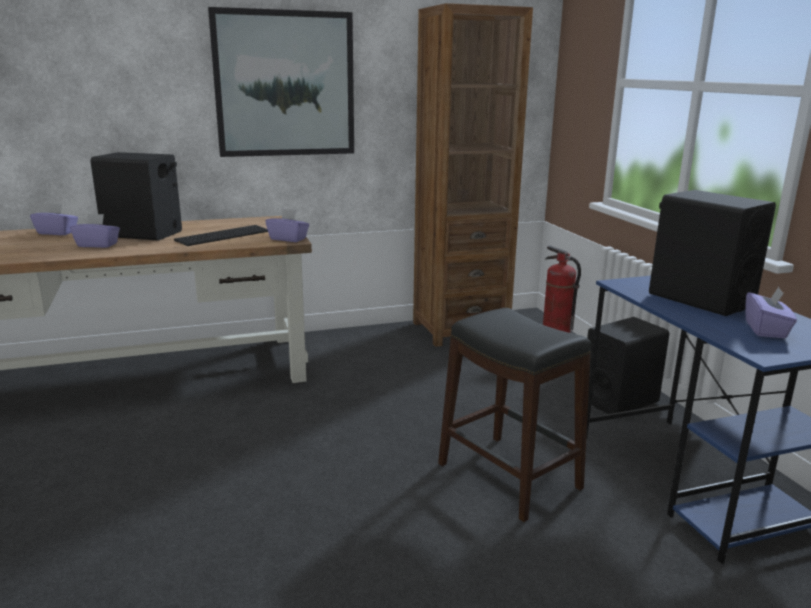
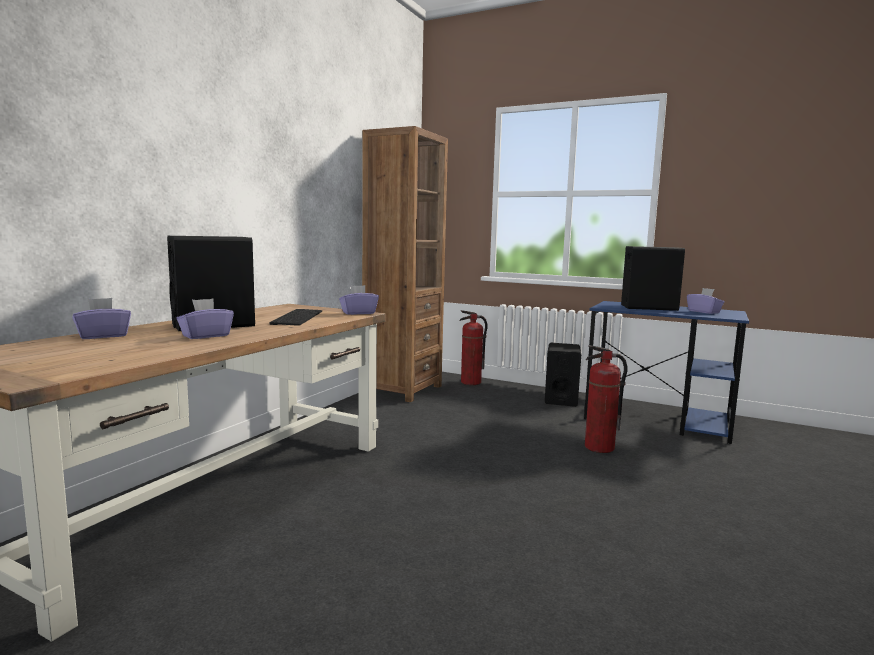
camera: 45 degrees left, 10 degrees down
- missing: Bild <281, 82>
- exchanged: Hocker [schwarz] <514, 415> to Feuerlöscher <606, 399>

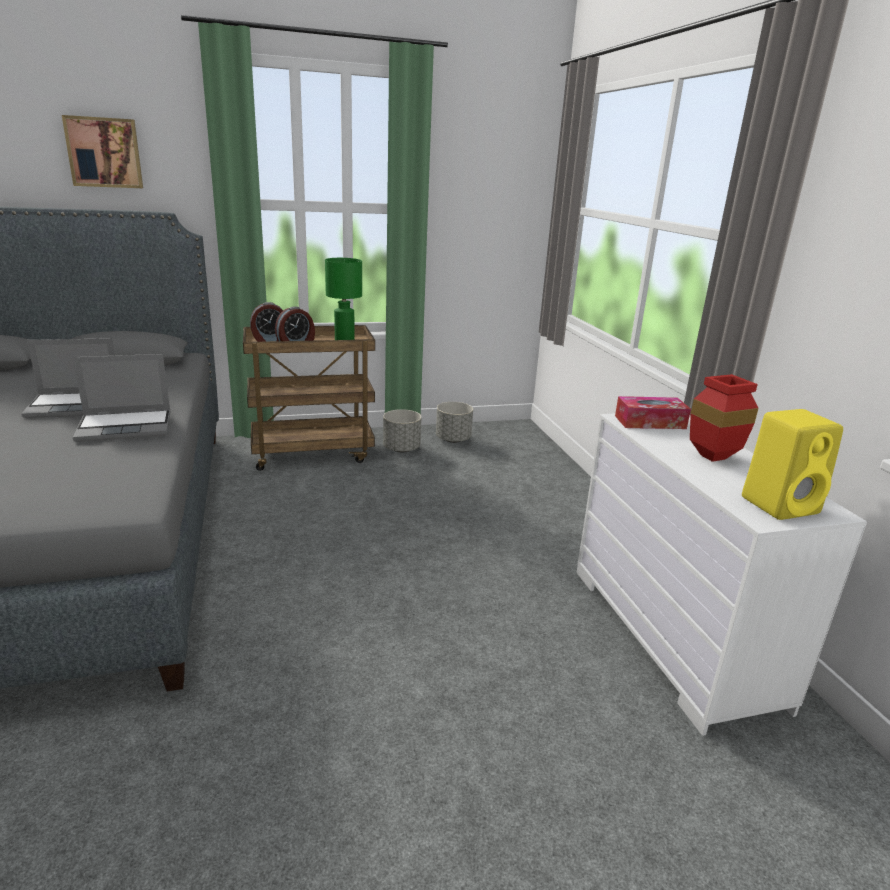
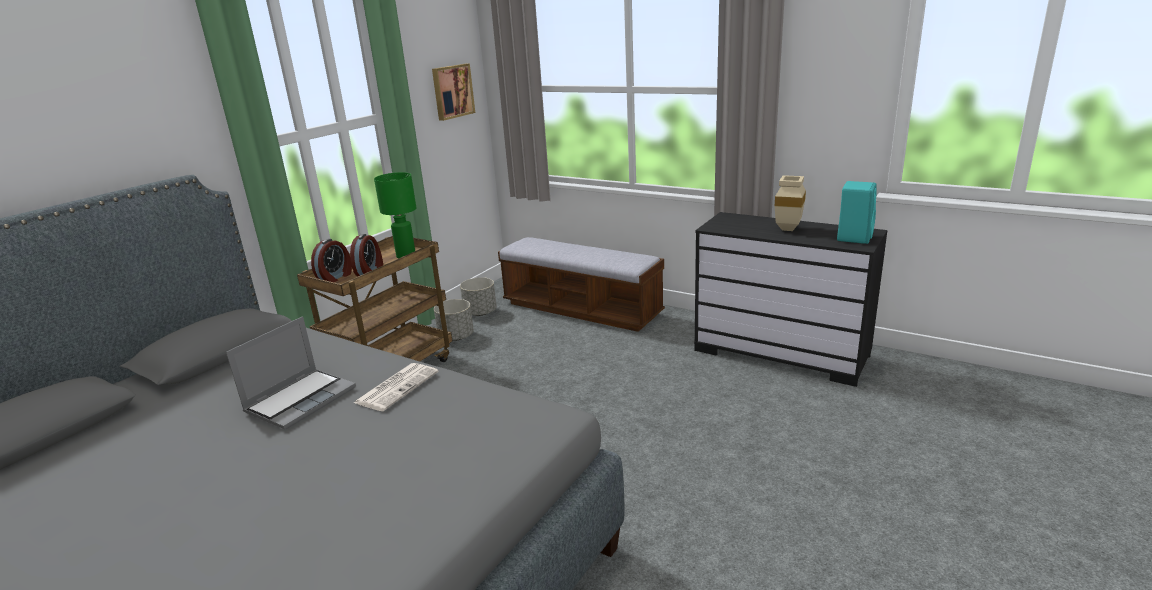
camera: 40 degrees left, 0 degrees up
- relocated: Bild <102, 151> to <453, 92>
- exchanged: Laptop <121, 398> to Zeitung <396, 387>
- colour: Vase [rot] <724, 418> to Vase [beige] <790, 203>
- missing: Taschentuchbox <653, 412>
- colour: Lautsprecher [gelb] <792, 464> to Lautsprecher [türkis] <857, 212>
- colour: Kommode [weiß] <721, 574> to Kommode [schwarz] <791, 299>
- appeared: Bank <581, 284>

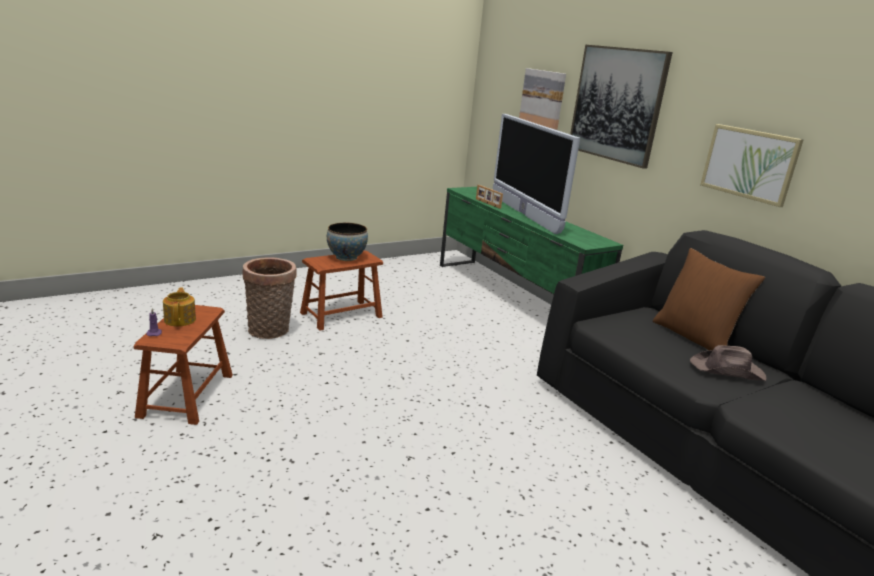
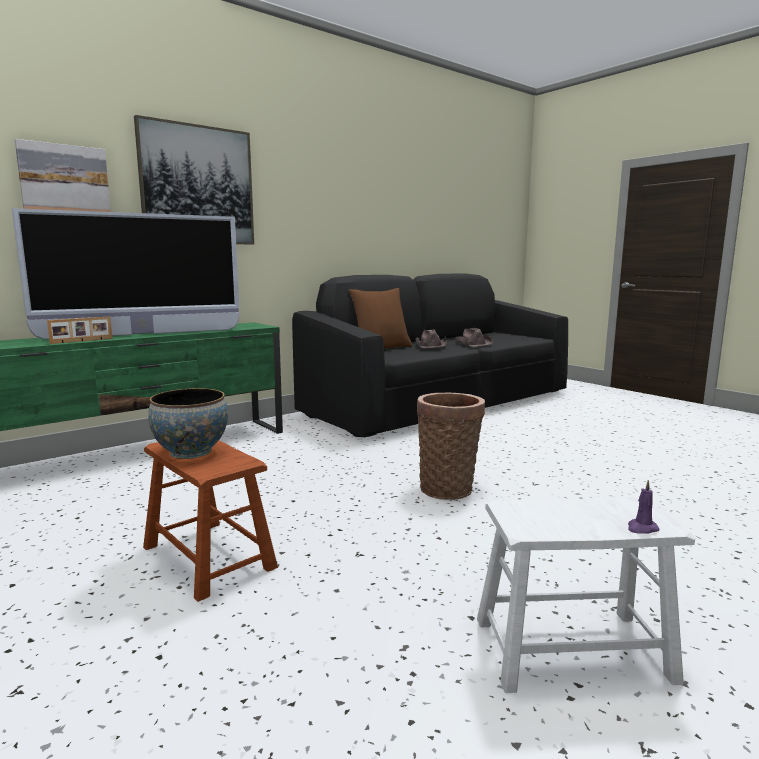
camera: 95 degrees left, 10 degrees down
- missing: Bild <751, 165>
- relocated: Korb <270, 298> to <451, 446>
- missing: Teekanne <179, 307>
- colour: Hocker [braun] <183, 365> to Hocker [weiß] <586, 595>
- appeared: Hut [braun] <474, 337>

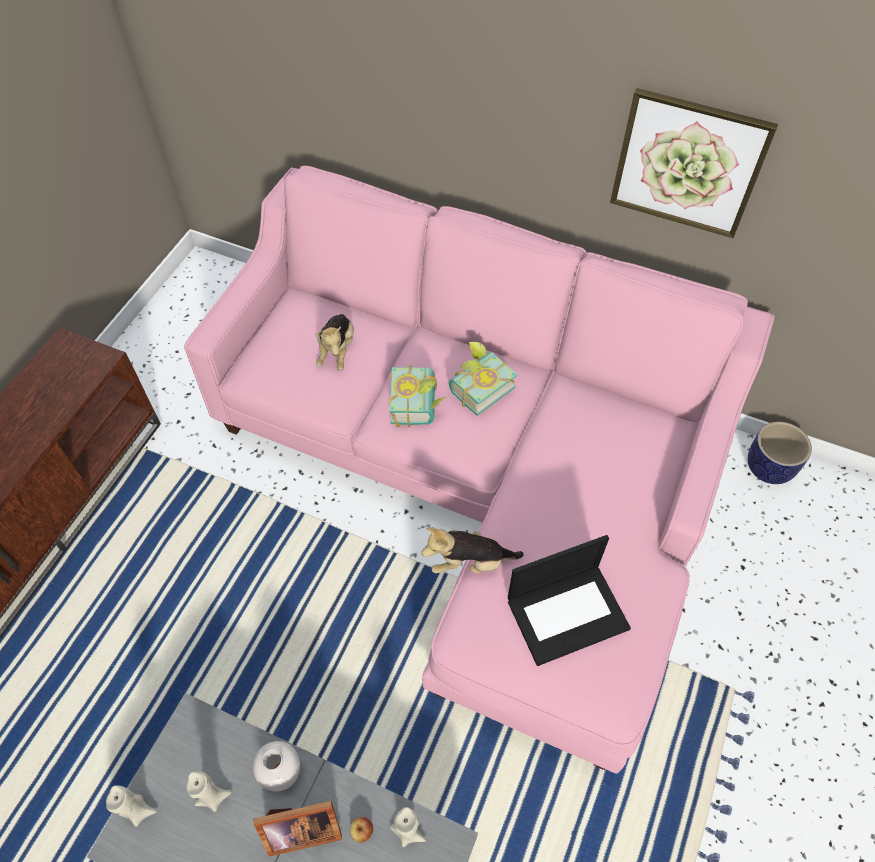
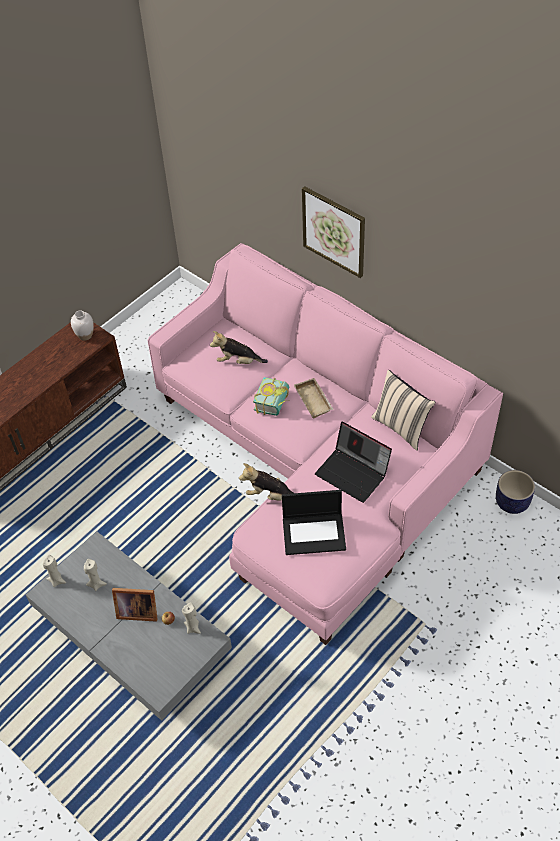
camera: 20 degrees right, 5 degrees down
- relocated: Bild <694, 163> to <333, 232>
- spun: Plüschtier <334, 342> = <239, 347> 75 degrees clockwise
- exchanged: Buch <483, 379> to Tablett [beige] <313, 398>
- relocated: Vase [weiß] <276, 766> to <82, 325>
- appeared: Kissen [beige] <403, 410>
- appeared: Laptop <353, 462>

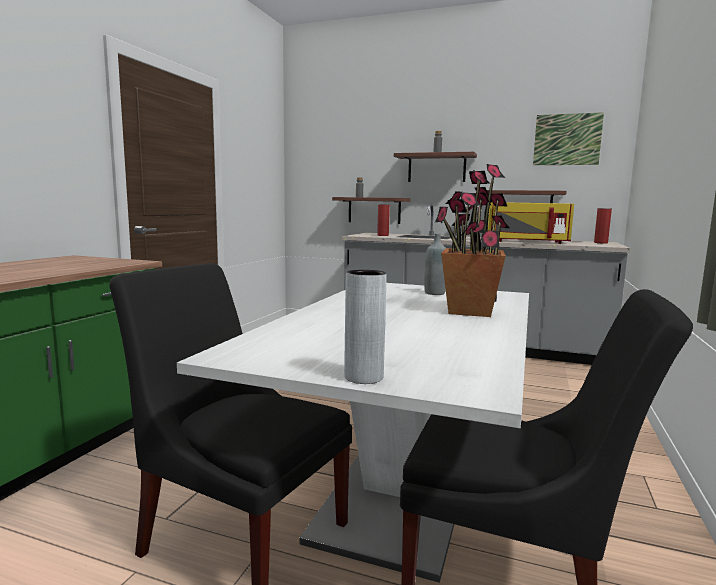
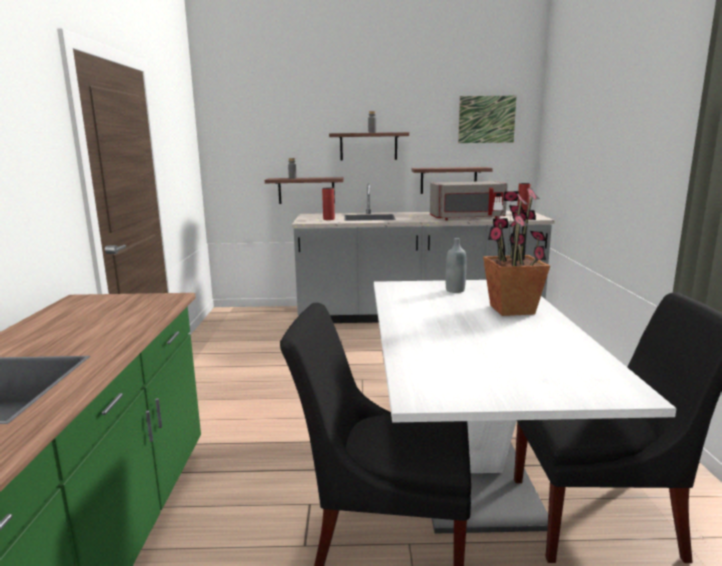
camera: 20 degrees left, 5 degrees up
- colour: Mikrowelle [gelb] <531, 223> to Mikrowelle [grau] <469, 200>
- missing: Vase [grau] <365, 327>

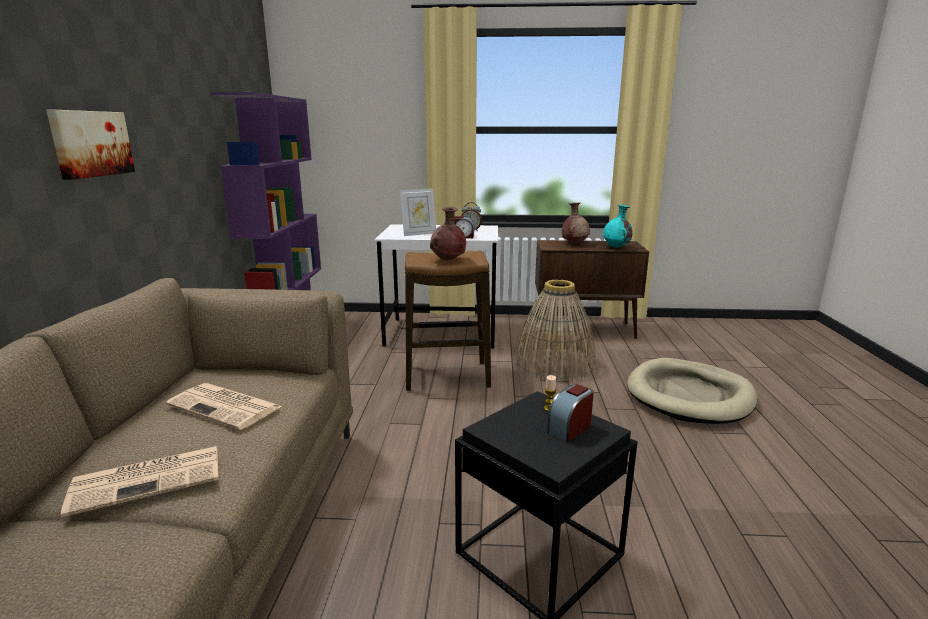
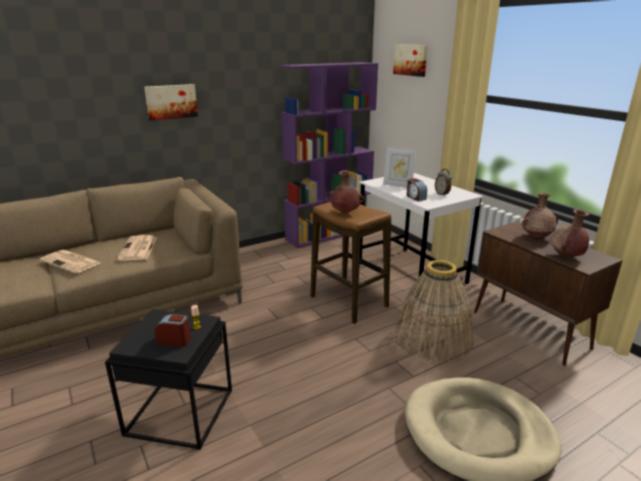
camera: 55 degrees right, 5 degrees up
- colour: Vase [türkis] <617, 226> to Vase [braun] <569, 233>
- appeared: Bild <410, 61>

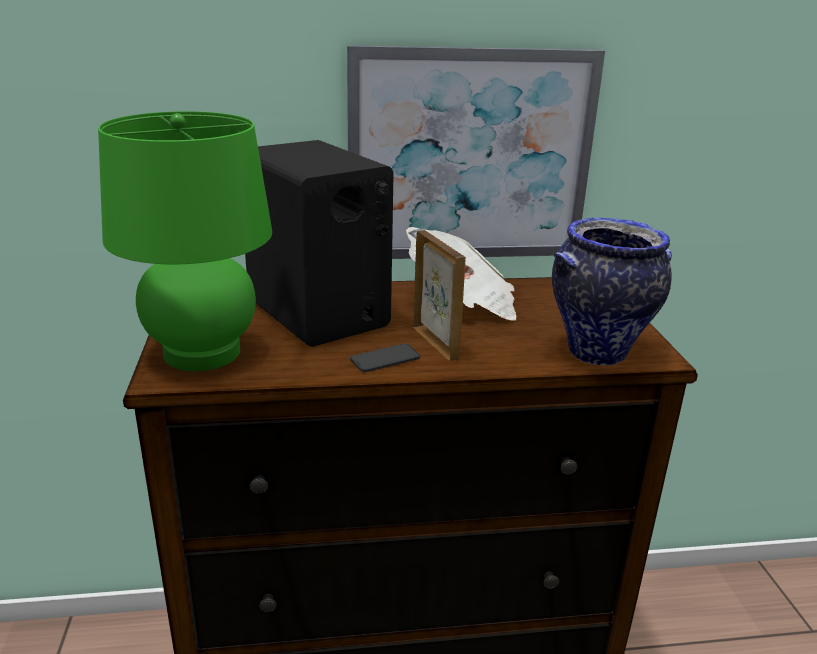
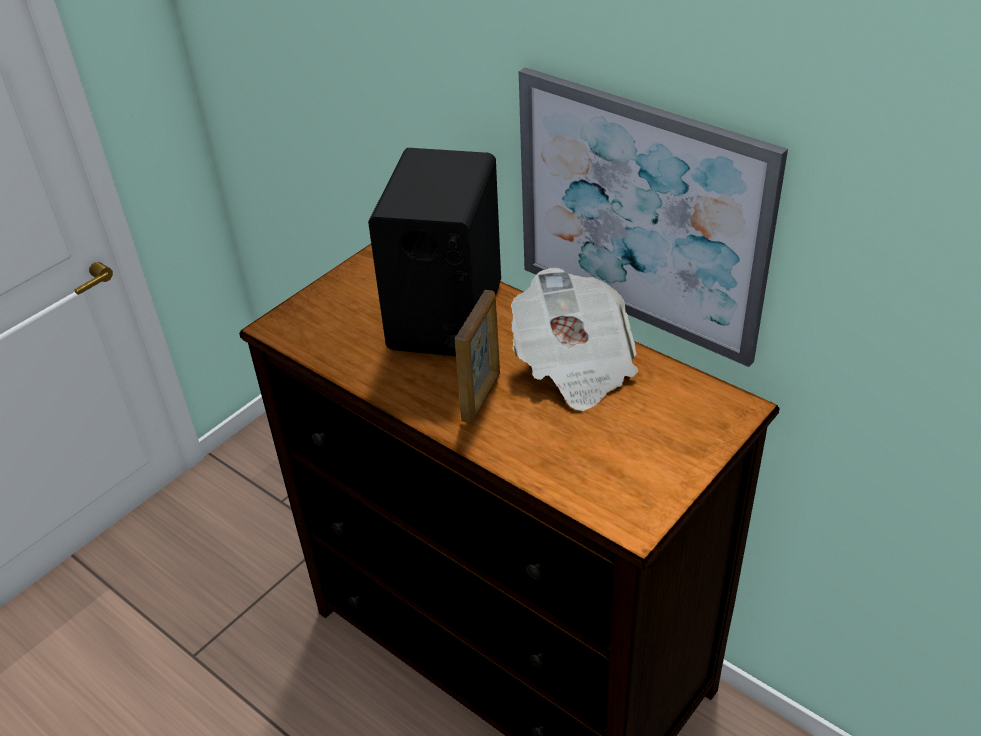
camera: 50 degrees right, 15 degrees up
- missing: Tischlampe [grün] <185, 241>
- missing: Vase <612, 291>
- missing: Handy <385, 358>

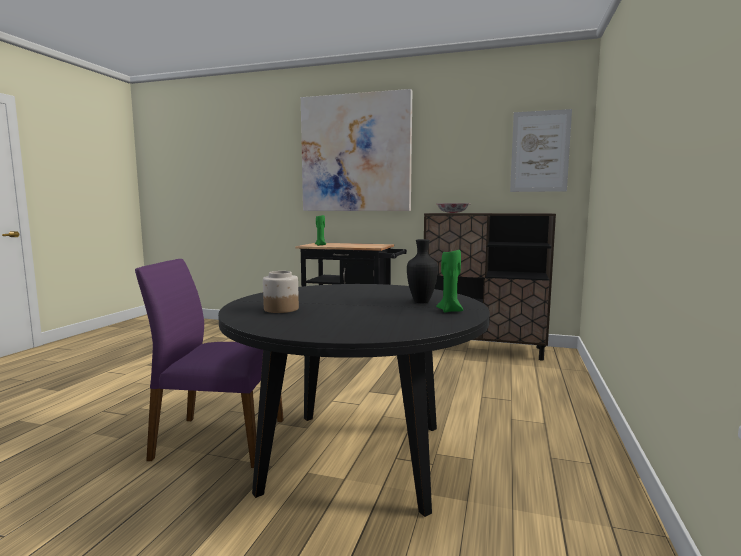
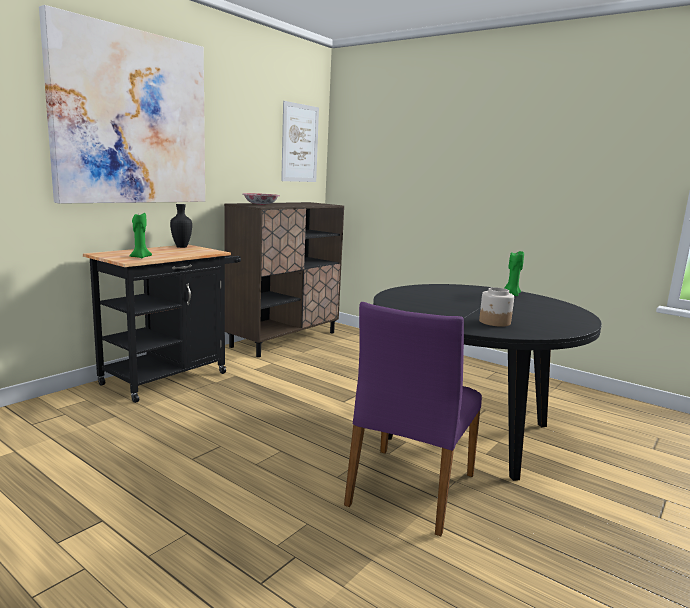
camera: 70 degrees left, 5 degrees up
- relocated: Vase [schwarz] <422, 271> to <181, 226>

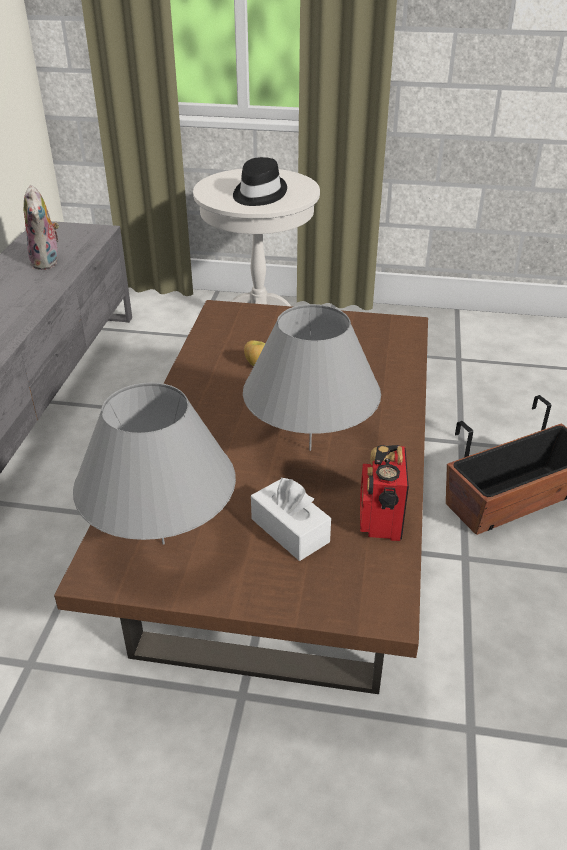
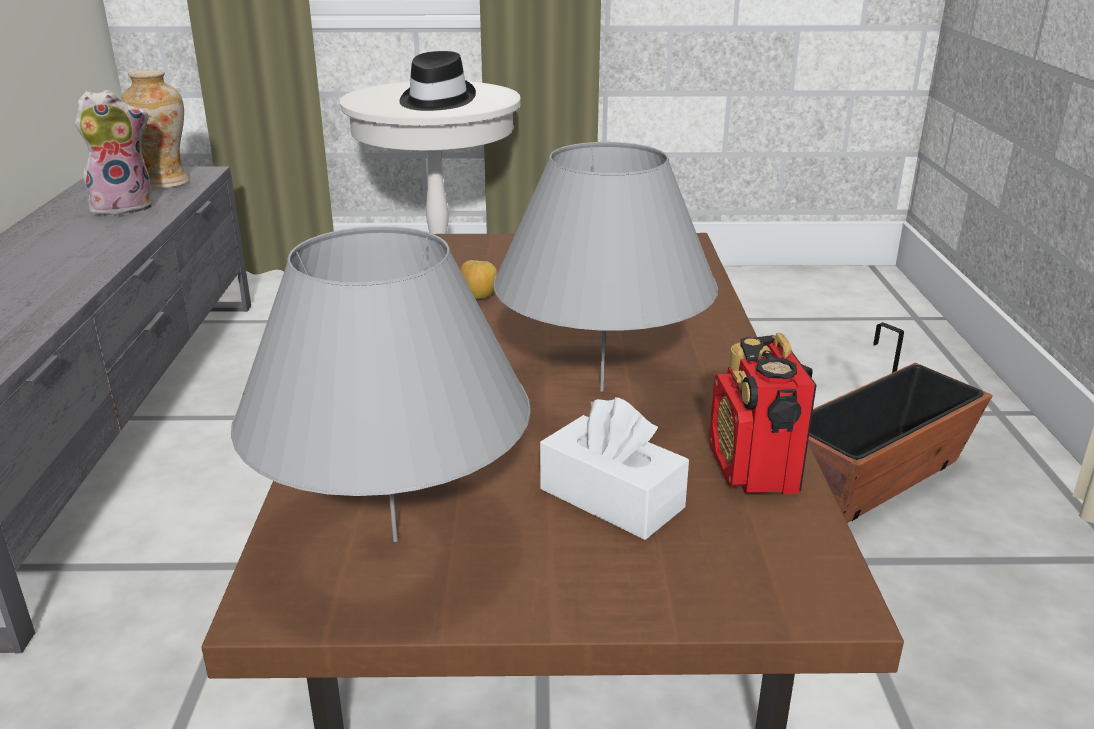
camera: 10 degrees left, 10 degrees down
- spun: Plüschtier <41, 227> = <114, 153> 90 degrees counterclockwise
- appeared: Vase <155, 129>

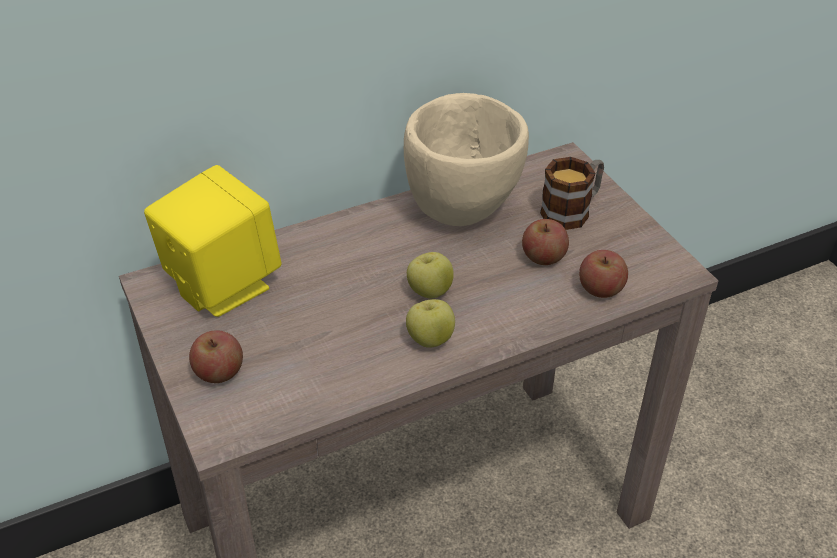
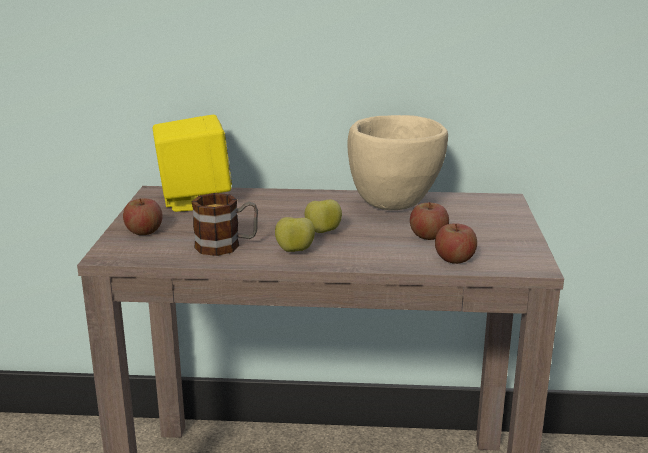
camera: 30 degrees right, 20 degrees down
- relocated: Henkelbecher <572, 193> to <225, 224>

